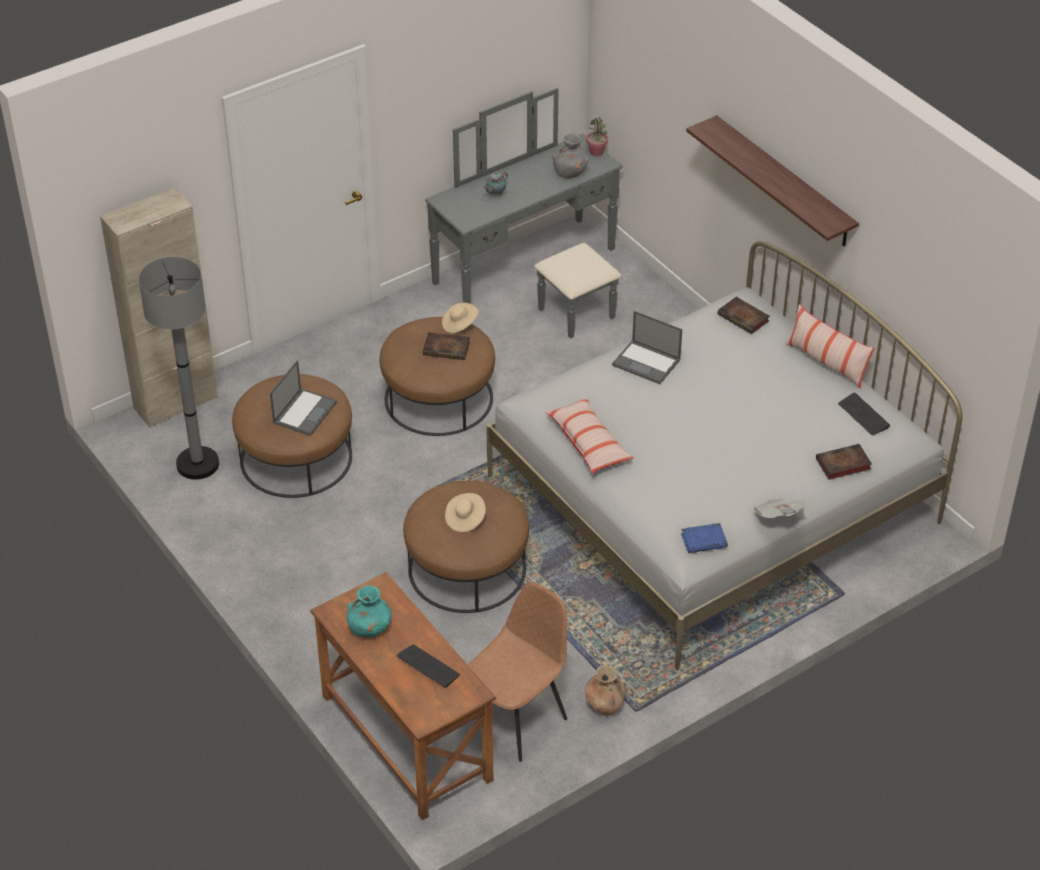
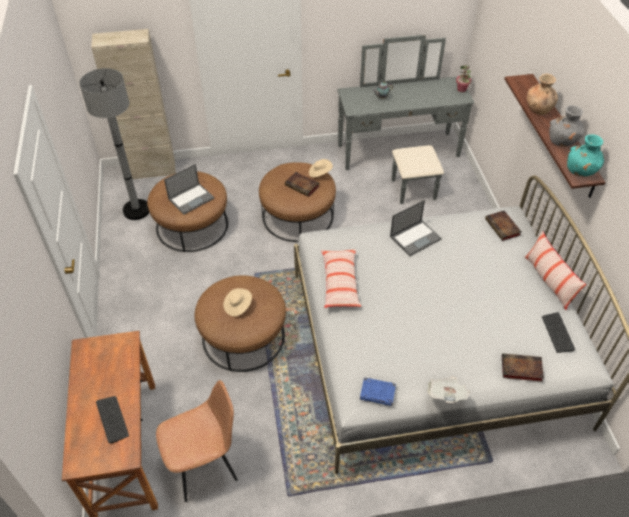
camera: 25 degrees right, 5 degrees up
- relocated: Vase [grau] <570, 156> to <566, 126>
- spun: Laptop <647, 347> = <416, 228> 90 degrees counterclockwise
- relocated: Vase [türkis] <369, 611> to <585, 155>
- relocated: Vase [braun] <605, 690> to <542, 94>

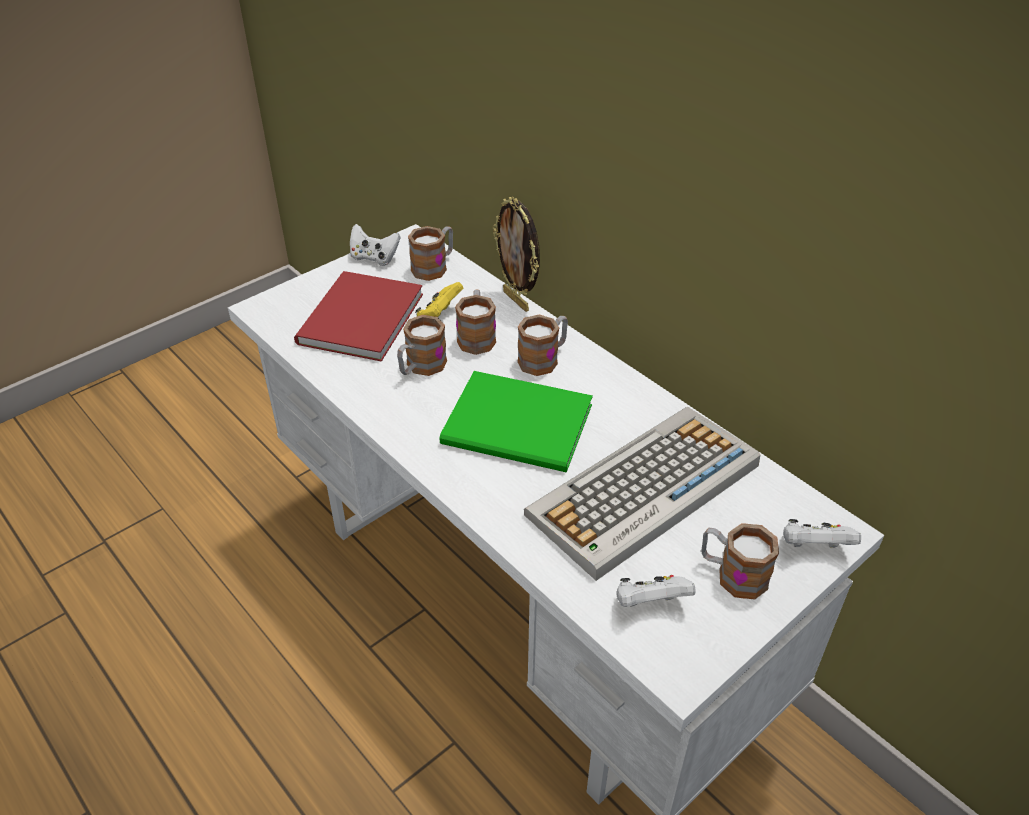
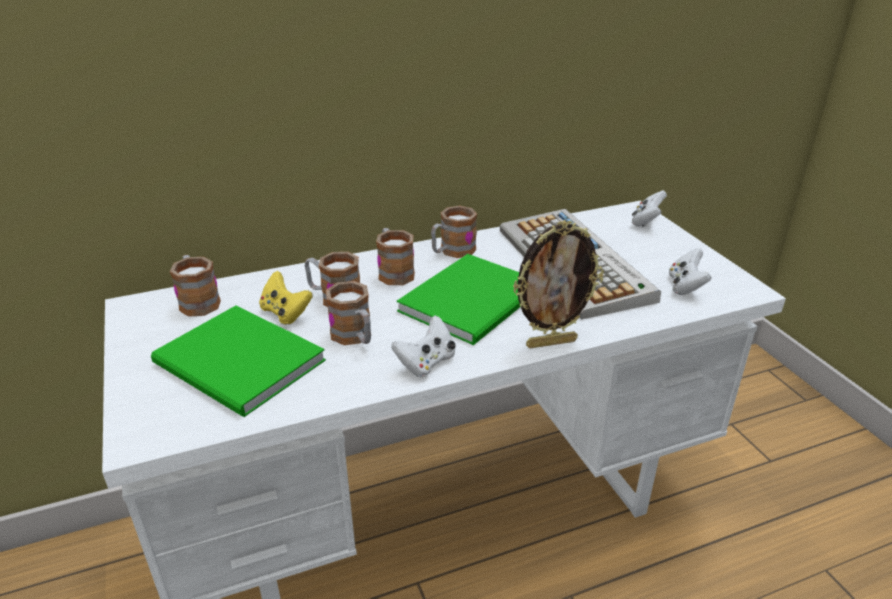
camera: 70 degrees left, 10 degrees down
- relocated: Bilderrahmen <516, 254> to <558, 284>
- relocated: Gamepad [weiß] <375, 245> to <423, 346>
- colour: Buch [rot] <358, 316> to Buch [grün] <238, 361>
- relocated: Henkelbecher <740, 561> to <454, 232>

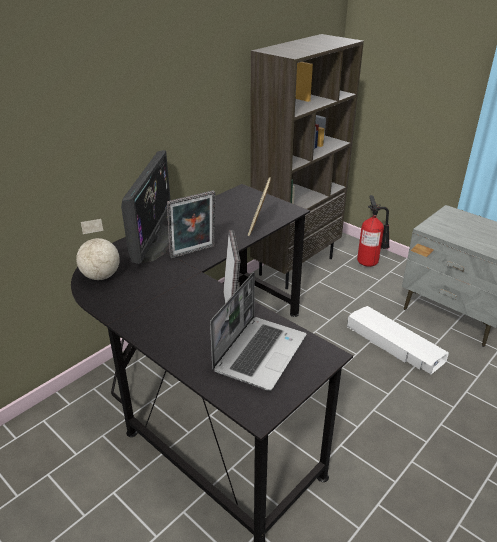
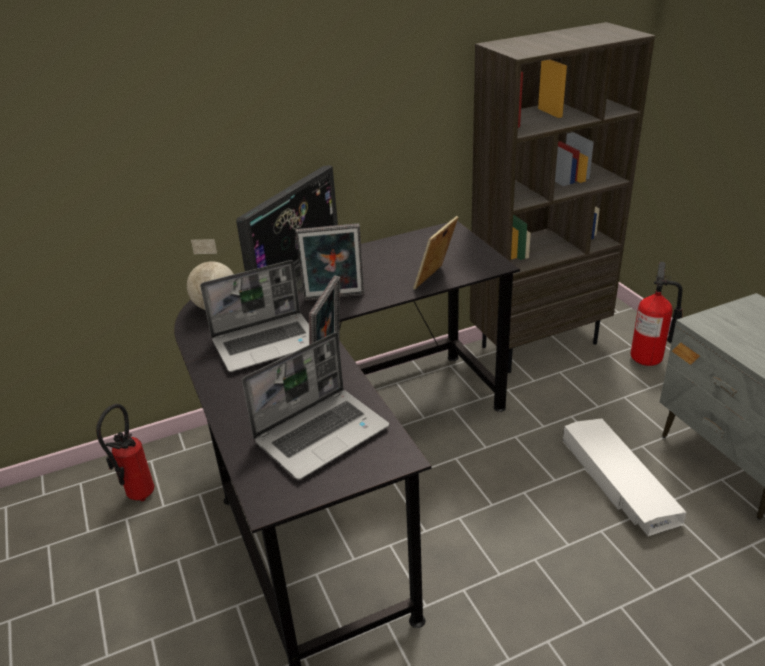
camera: 25 degrees right, 0 degrees up
- appeared: Laptop <254, 316>
- appeared: Feuerlöscher <125, 453>

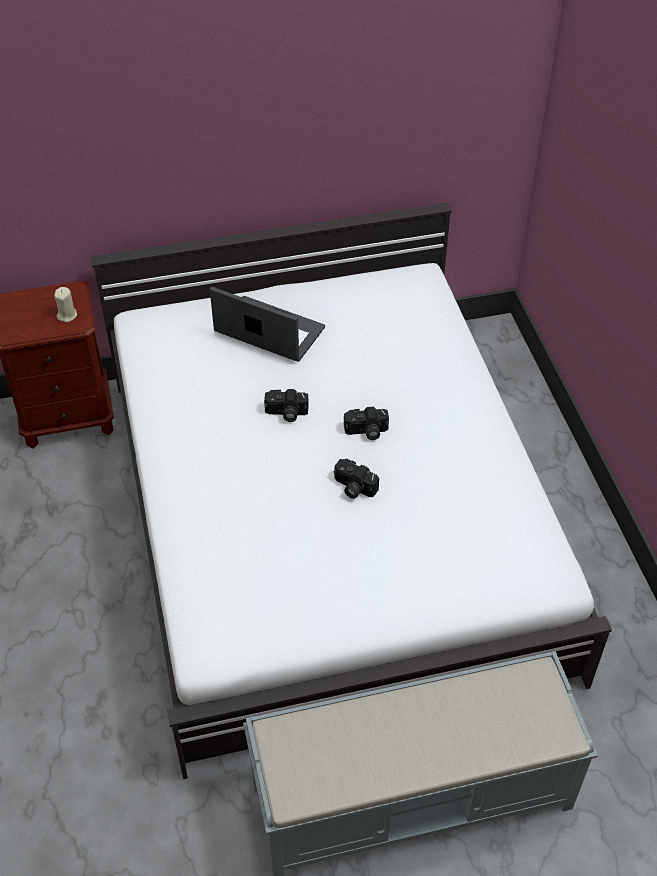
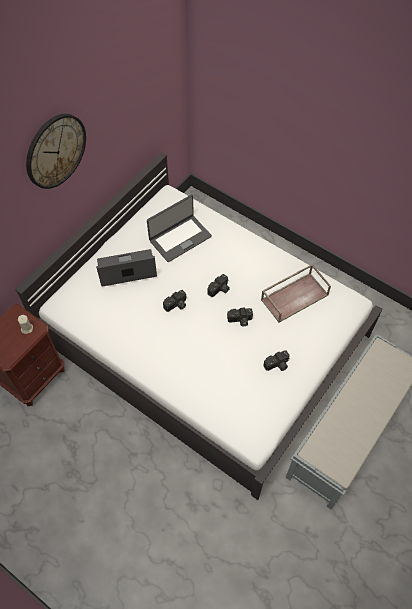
camera: 40 degrees left, 10 degrees up
- appeared: Wanduhr <56, 151>
- appeared: Laptop <179, 228>
- appeared: Tablett [braun] <296, 293>
- appeared: Kamera <276, 361>

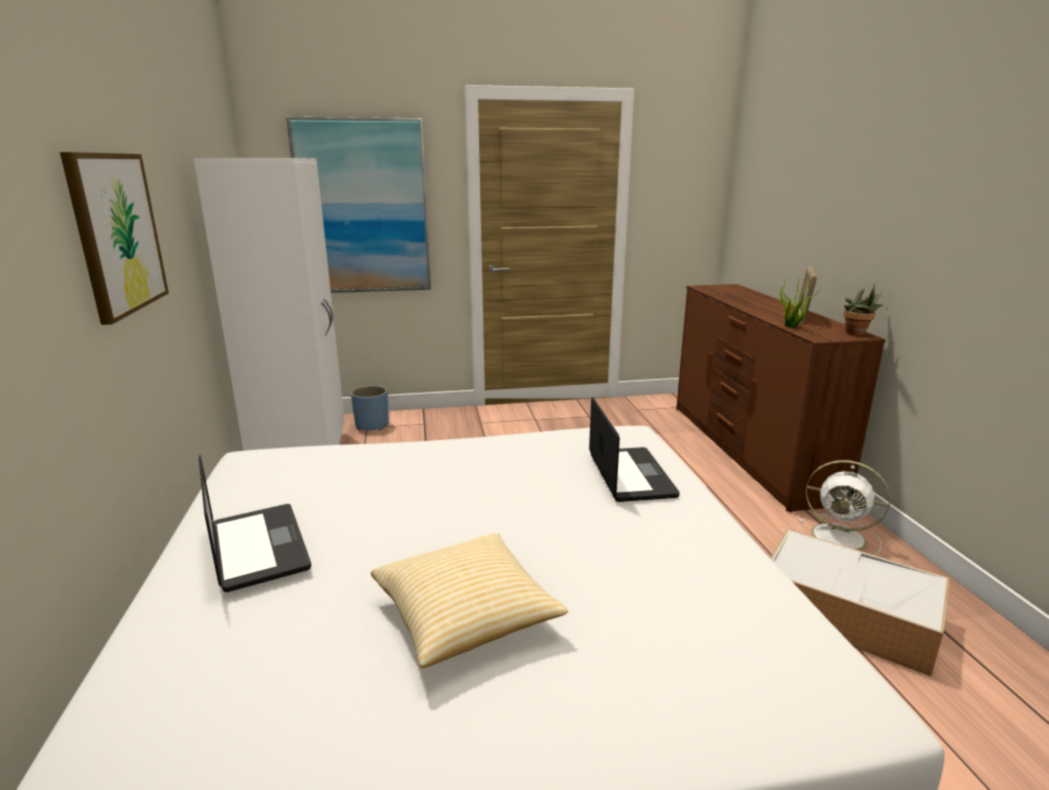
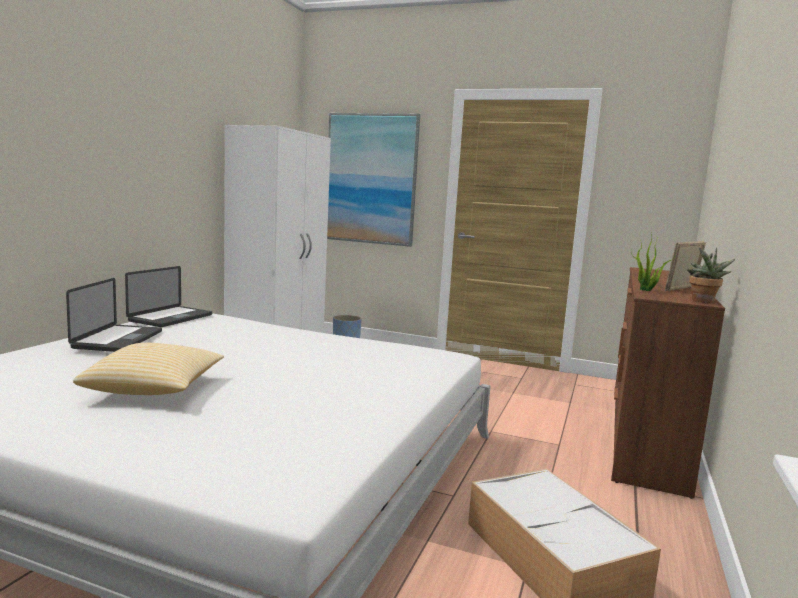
camera: 30 degrees right, 10 degrees down
- missing: Bild <114, 238>
- relocated: Laptop <634, 449> to <168, 296>
- missing: Ventilator [weiß] <844, 507>

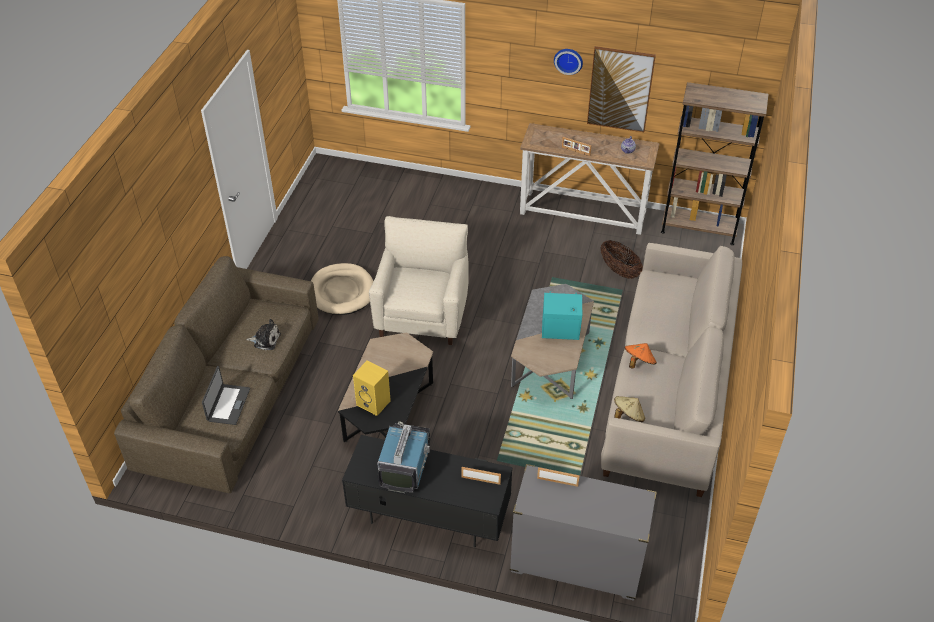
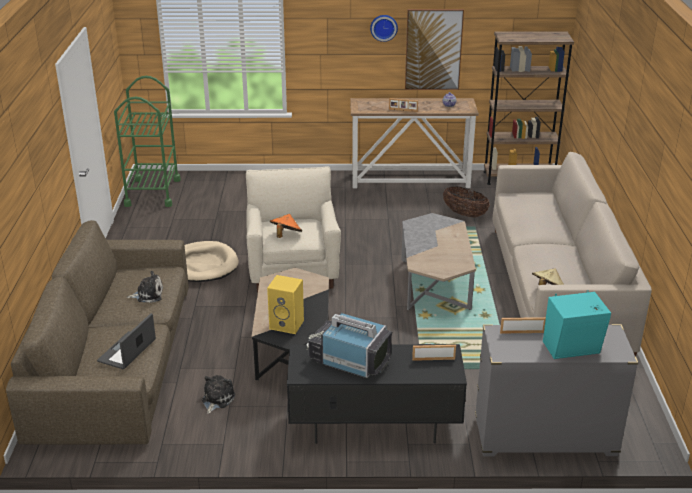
camera: 15 degrees left, 15 degrees down
- relocated: Lautsprecher [türkis] <562, 315> to <577, 324>
- relocated: Hut [orange] <641, 355> to <286, 226>
- spun: Laptop <226, 395> = <126, 341> 150 degrees counterclockwise
- spun: Fernseher <403, 457> = <349, 345> 60 degrees counterclockwise
- appeared: Rollwagen [grün] <147, 141>
- appeared: Plüschtier <218, 394>

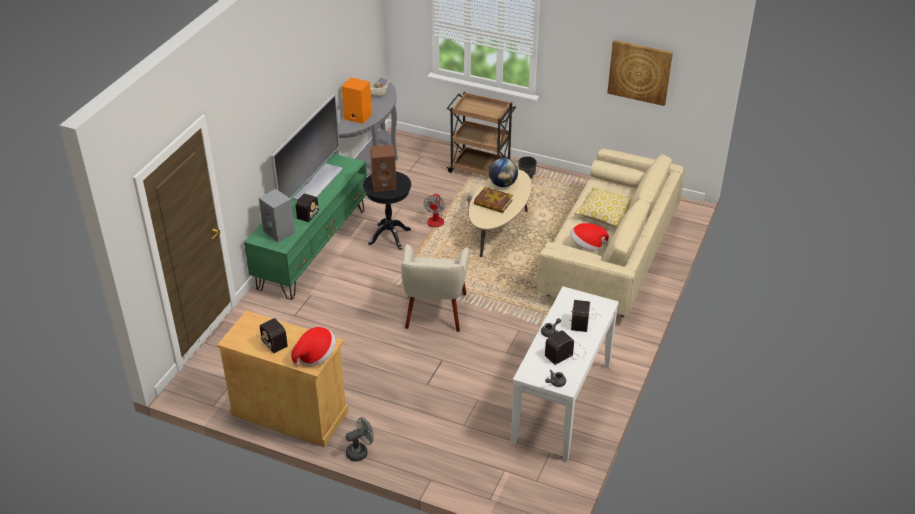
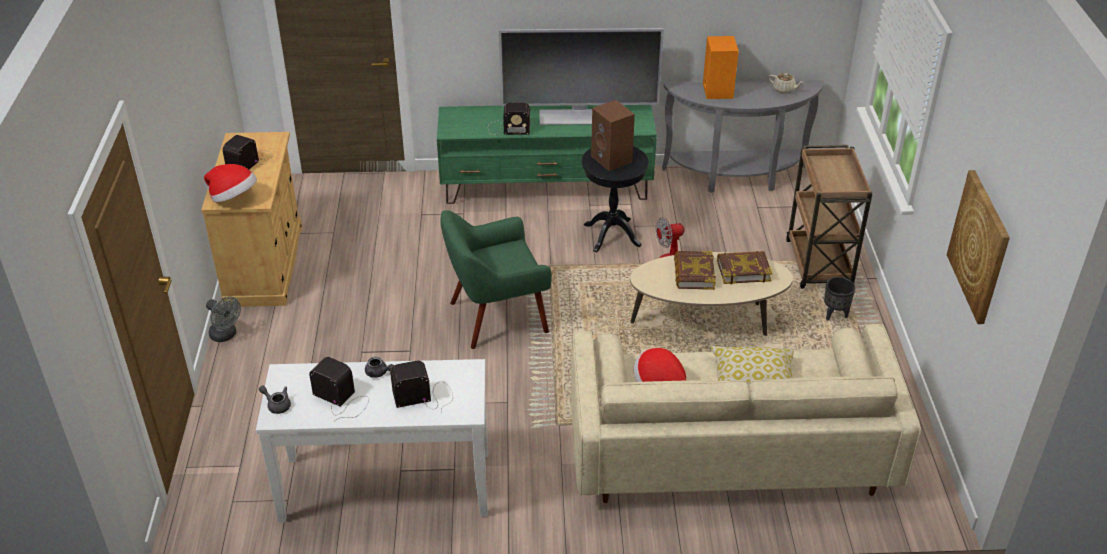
camera: 65 degrees right, 0 degrees up
- exchanged: Globus <503, 172> to Buch <745, 267>
- missing: Lautsprecher [grau] <277, 215>
- colour: Sessel [beige] <435, 288> to Sessel [grün] <496, 279>

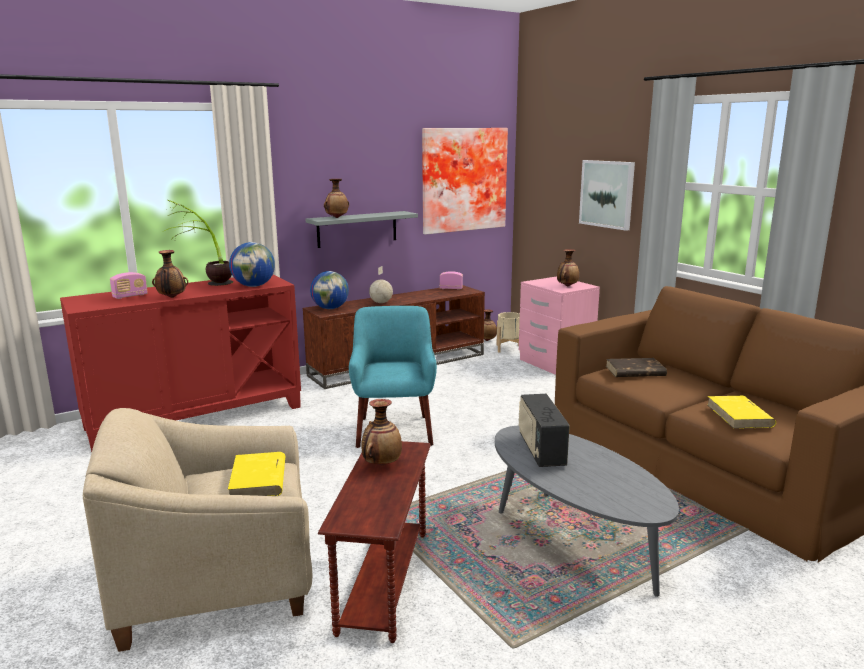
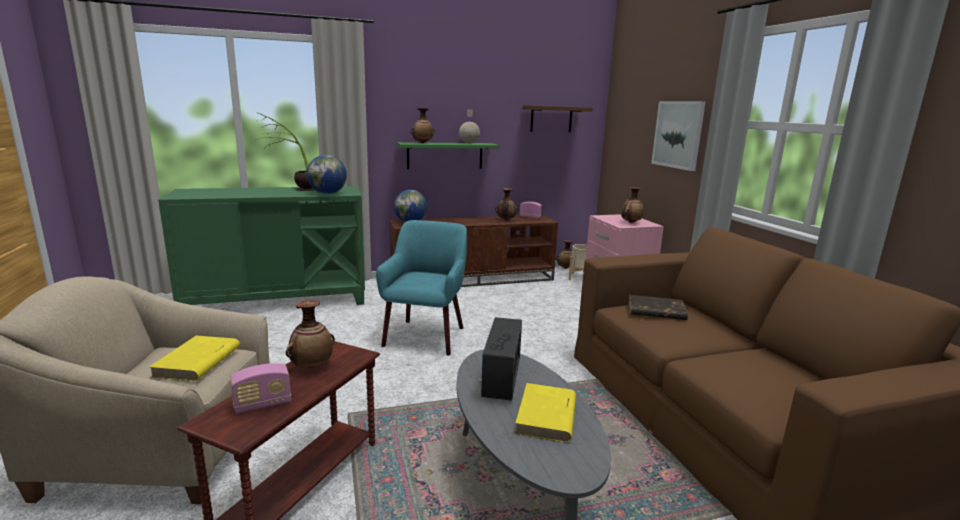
camera: 15 degrees right, 0 degrees up
- exchanged: Bild <465, 181> to Wandregal [braun] <558, 118>
- colour: Wandregal [grau] <362, 229> to Wandregal [grün] <448, 155>
- relocated: Vase <170, 274> to <506, 204>
- relocated: Globus <381, 284> to <469, 126>
- relocated: Radio <129, 285> to <260, 388>
- colour: Schrank [rot] <180, 363> to Schrank [grün] <261, 245>
- relocated: Buch [gelb] <741, 412> to <545, 413>

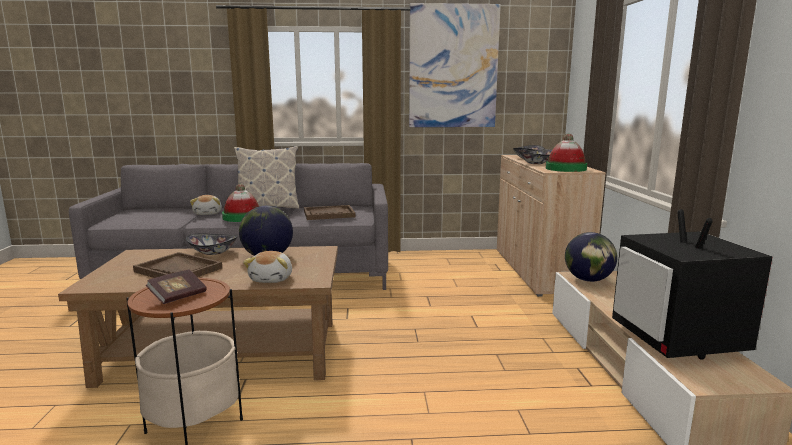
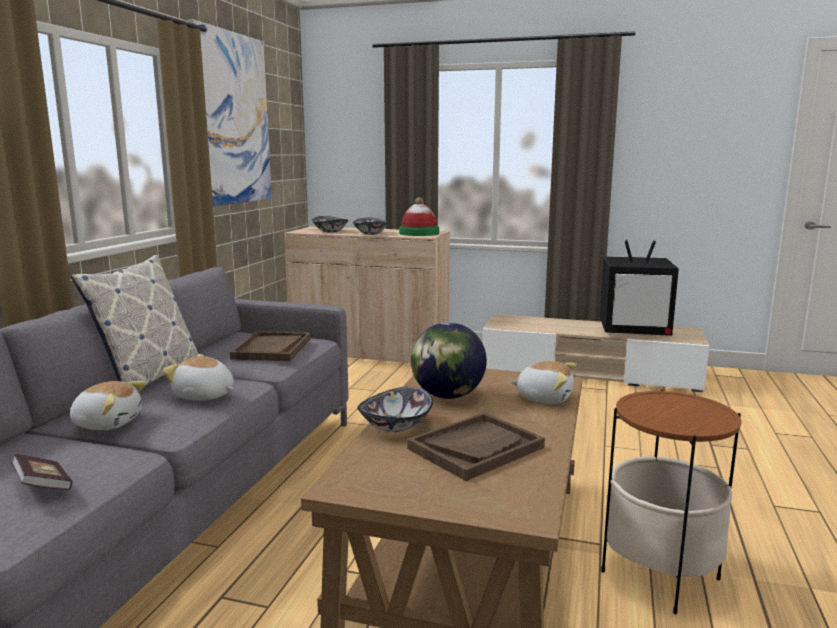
camera: 70 degrees left, 0 degrees up
- exchanged: Hut <240, 203> to Plüschtier <198, 377>
- missing: Globus <591, 257>
- relocated: Buch <176, 286> to <42, 472>

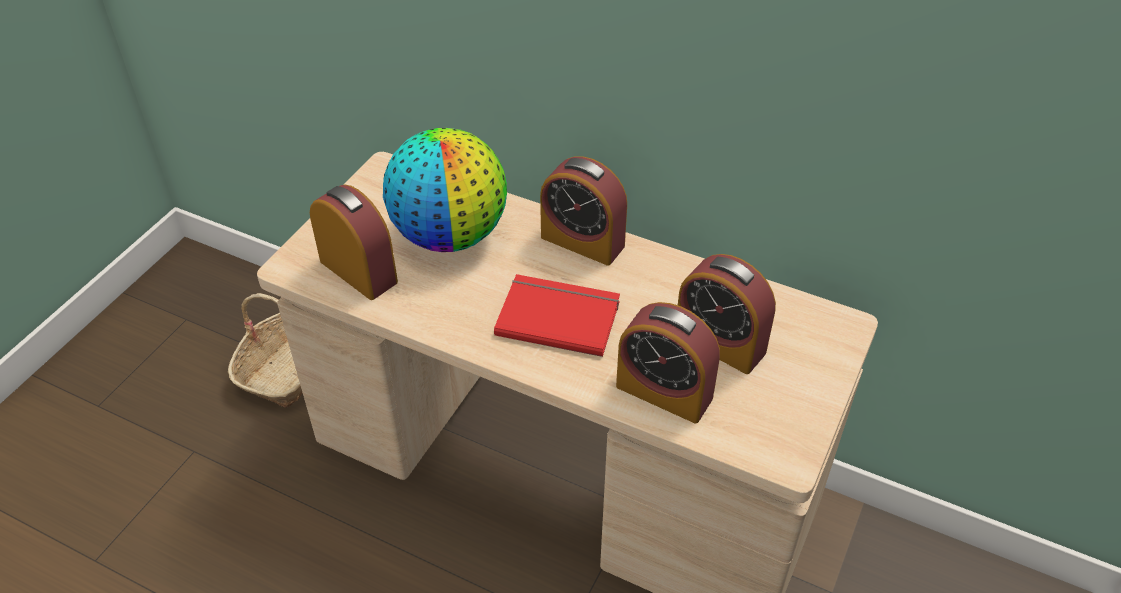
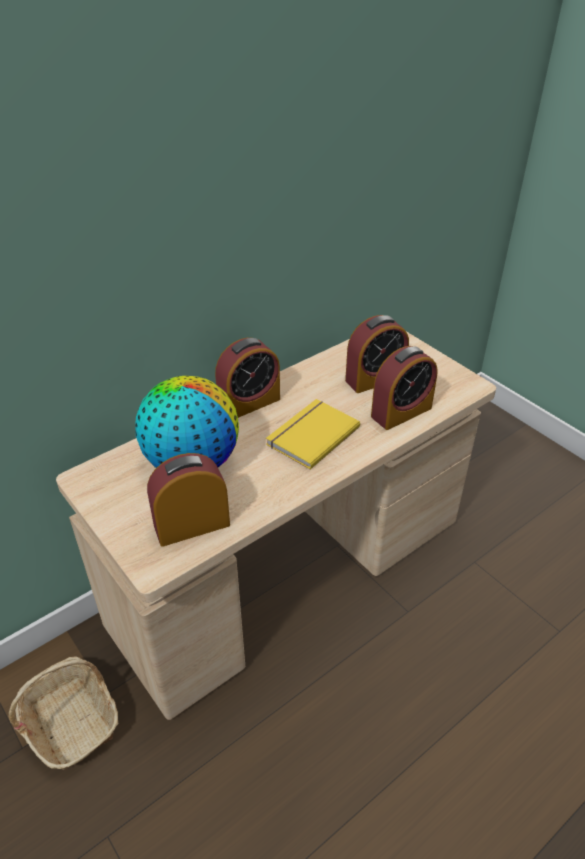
camera: 65 degrees left, 5 degrees down
- colour: Buch [rot] <557, 315> to Buch [gelb] <313, 434>

